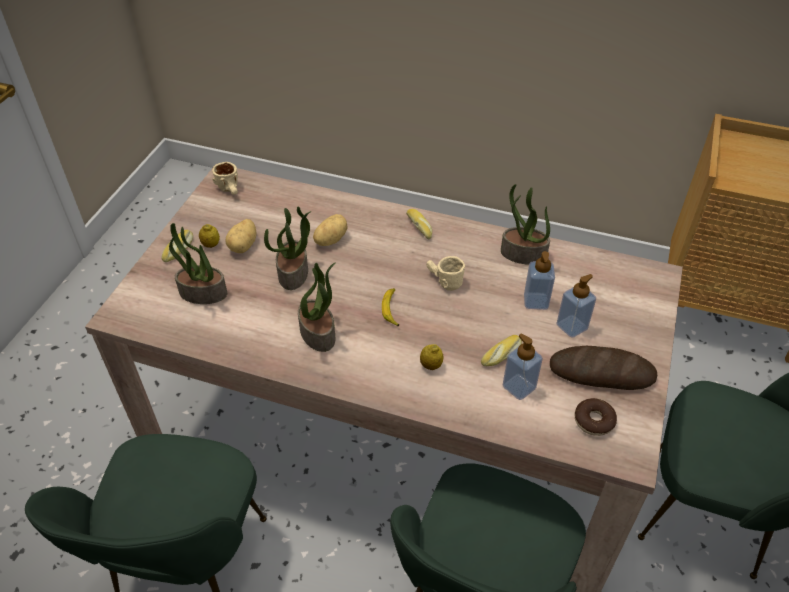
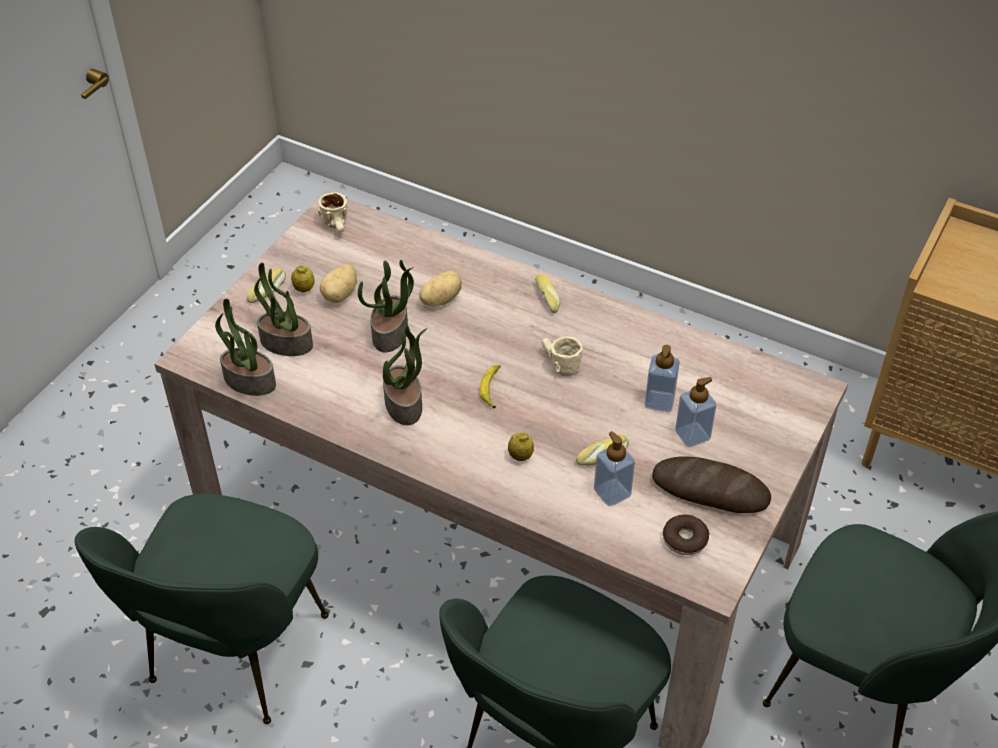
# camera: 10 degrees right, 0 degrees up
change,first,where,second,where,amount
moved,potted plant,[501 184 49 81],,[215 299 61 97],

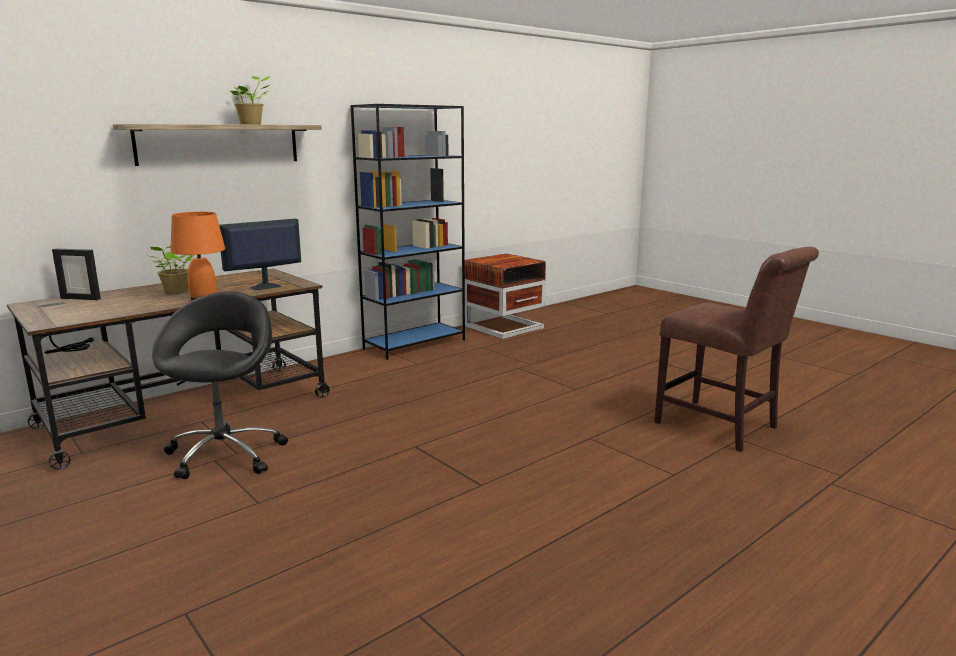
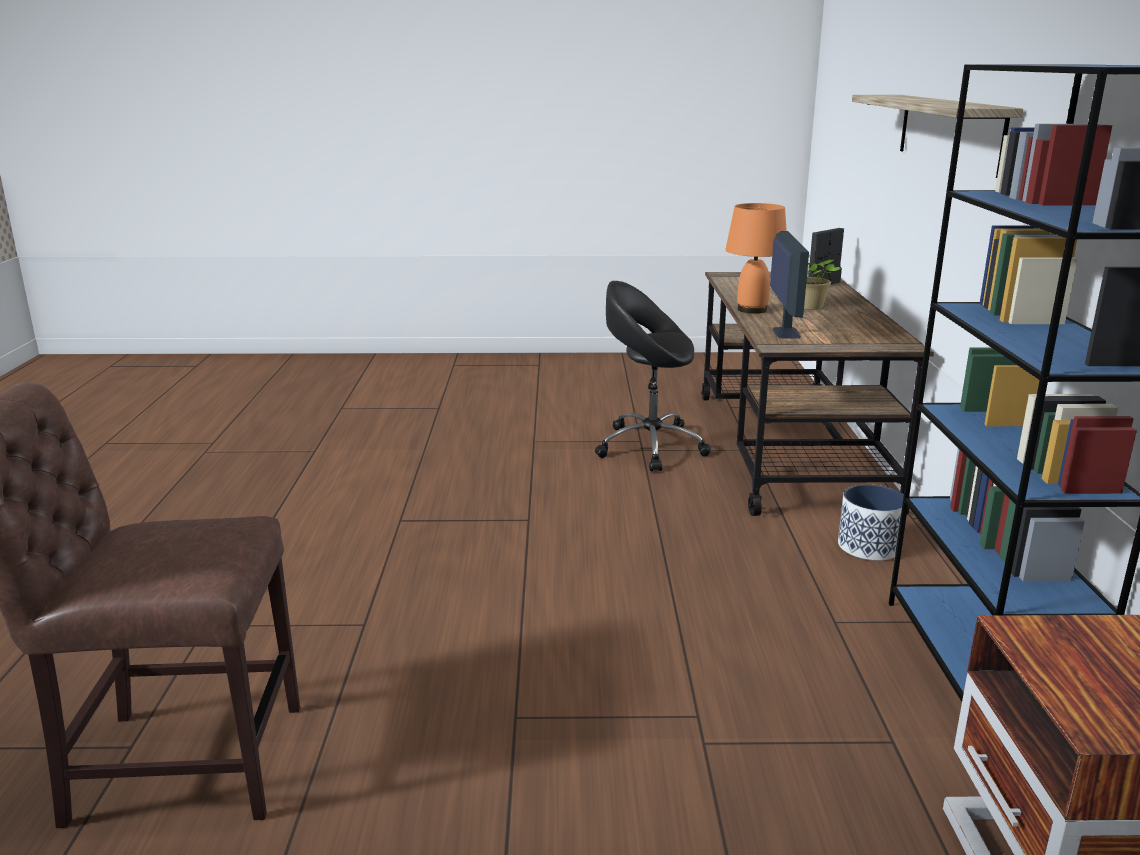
# camera: 130 degrees right, 5 degrees up
change,first,where,second,where,amount
removed,potted plant,[230 76 40 49],,,
turned,office chair (black),[152 291 136 188],,[595 281 116 190],135 degrees clockwise
added,,,planter,[838 484 66 77],

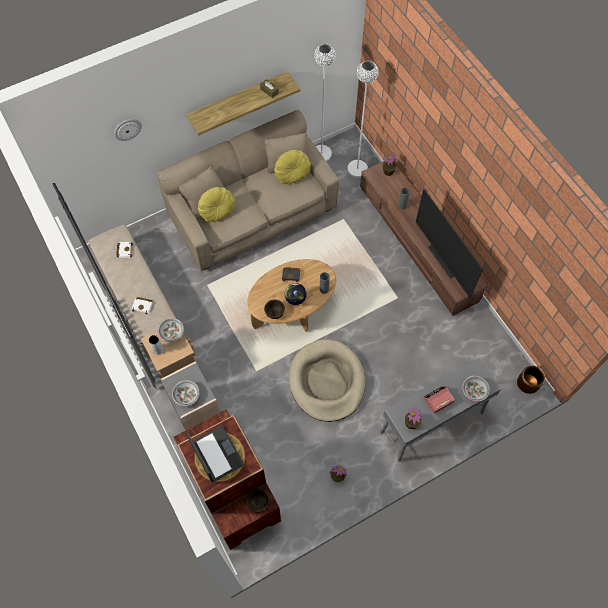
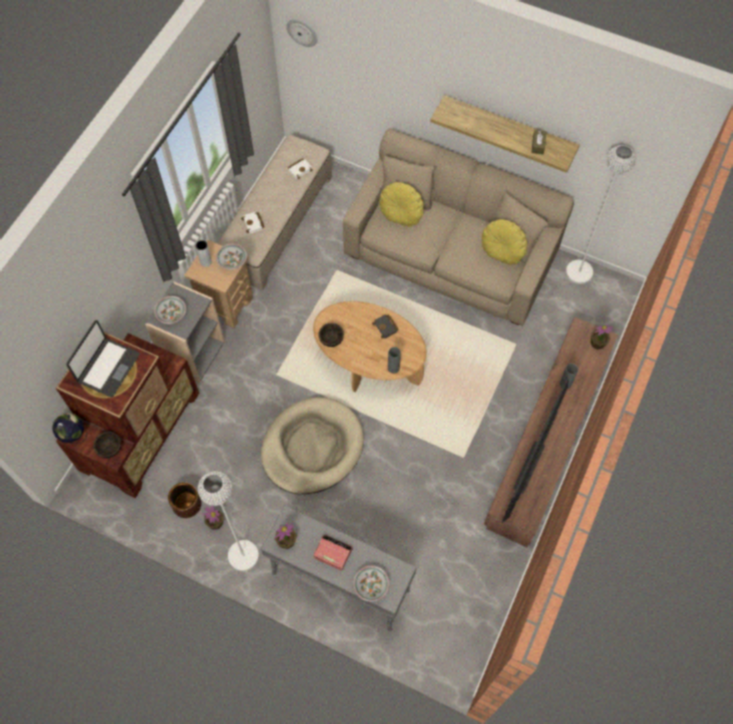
# camera: 55 degrees right, 0 degrees up
change,first,where,second,where,amount
moved,floor lamp (white),[347 61 32 117],,[198 471 61 100],
moved,wall clock,[114 119 28 22],,[286 19 31 28],
moved,globe,[285 283 22 24],,[52 413 35 31],
moved,planter (brown),[517 366 28 28],,[168 482 33 36],

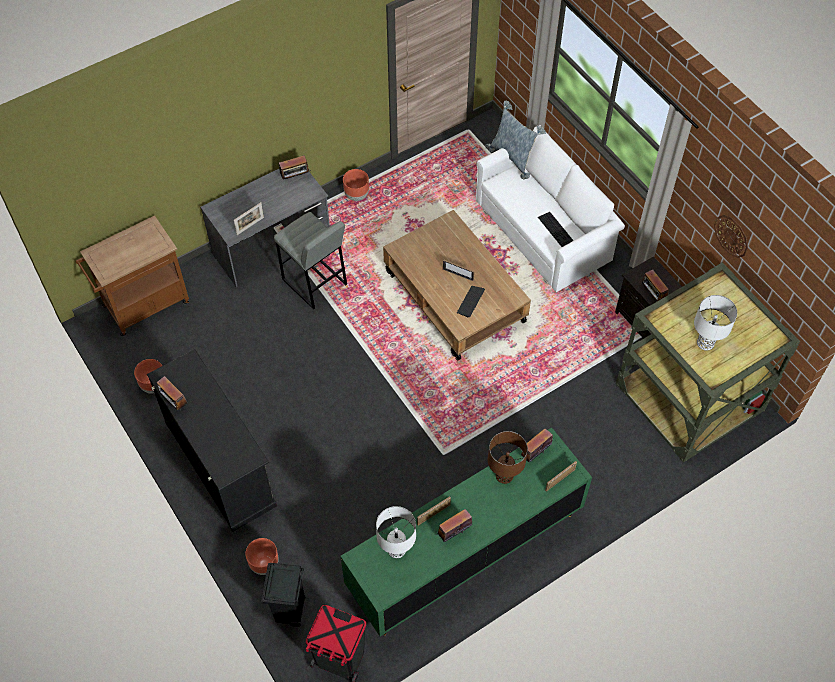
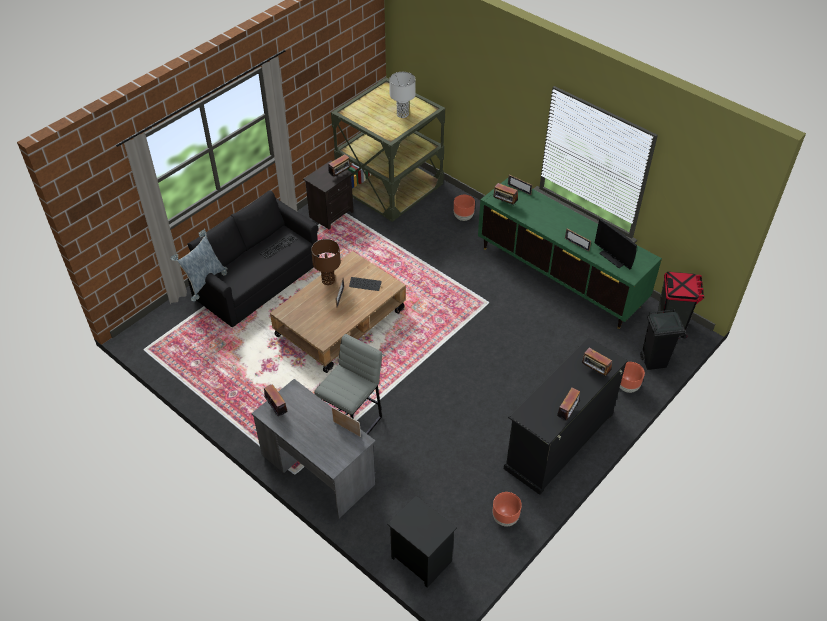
# camera: 105 degrees left, 10 degrees down
change,first,where,second,where,amount
recoloured,sofa (white),[476 125 149 167],sofa (black),[187 190 132 138],
moved,planter (brown),[343 169 26 32],,[454 195 21 26],
removed,wall clock,[714 215 34 43],,,
replaced,cart (brown),[75 216 114 121],nightstand (black),[387 496 70 92],
moved,table lamp (brown),[488 431 40 53],,[311 239 30 46],
replaced,table lamp (white),[376 506 40 52],monitor,[595 219 42 50],
moved,radio,[436 509 36 33],,[582 348 30 29],

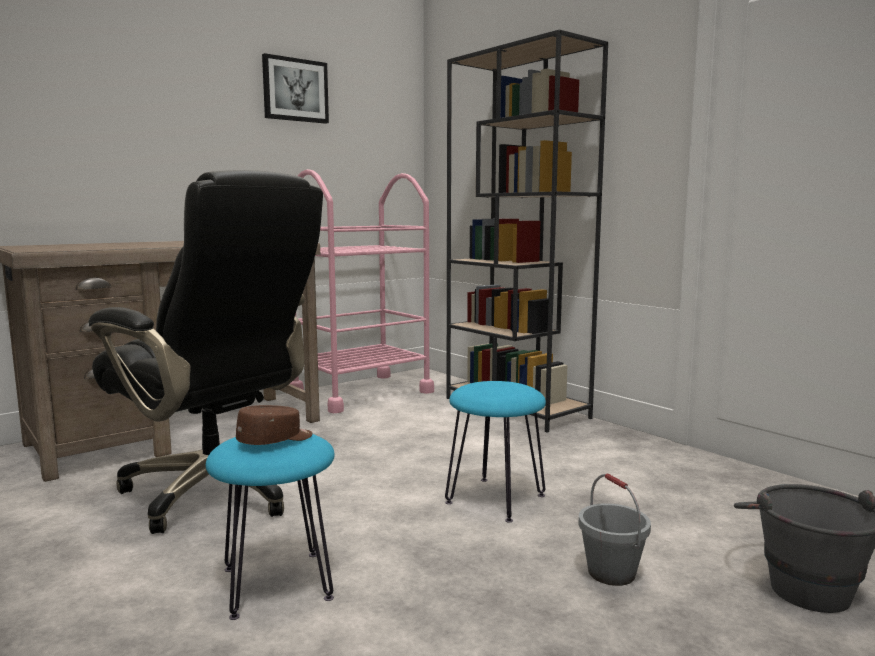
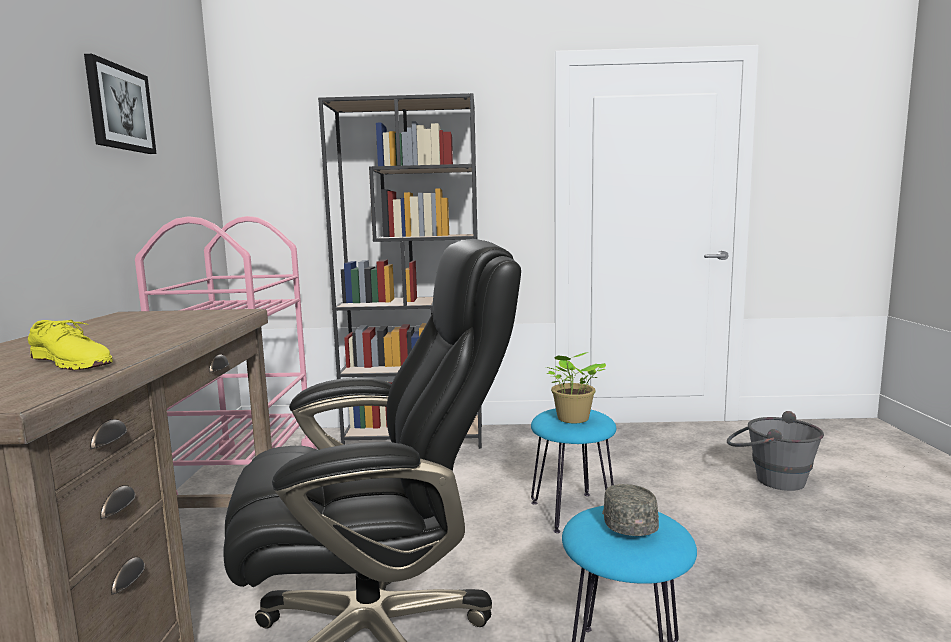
# camera: 50 degrees left, 0 degrees up
change,first,where,second,where,amount
recoloured,cap (brown),[236 405 76 40],cap (grey),[602 484 57 52],
removed,bucket (grey),[578 473 73 113],,,
added,,,shoe (yellow),[28 320 85 50],
added,,,potted plant,[546 352 60 72],

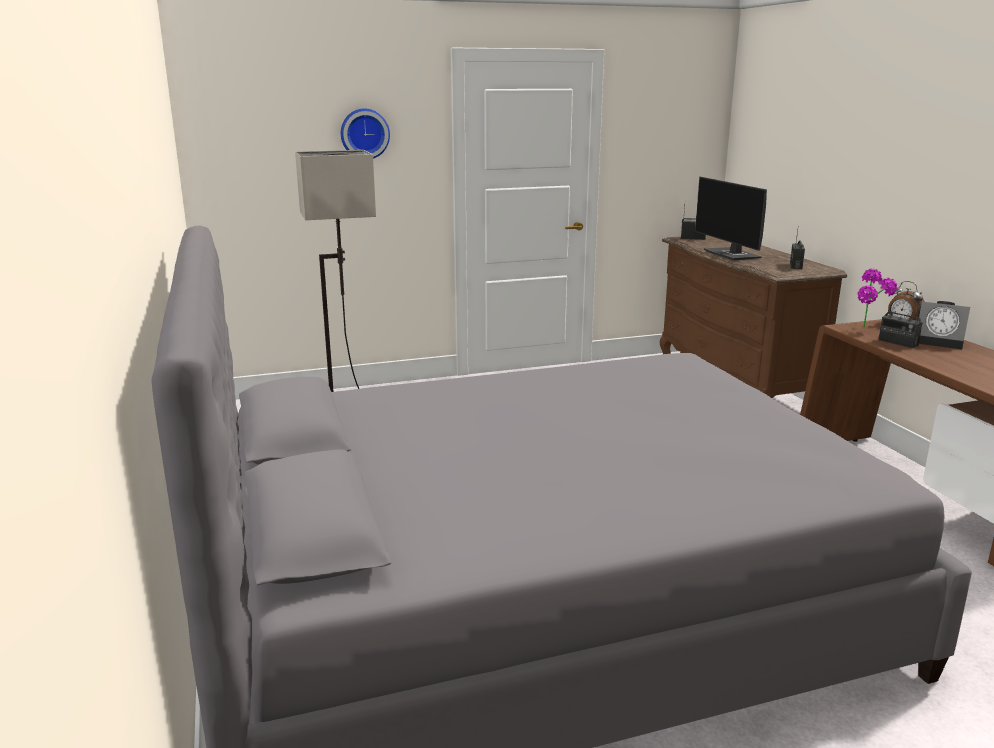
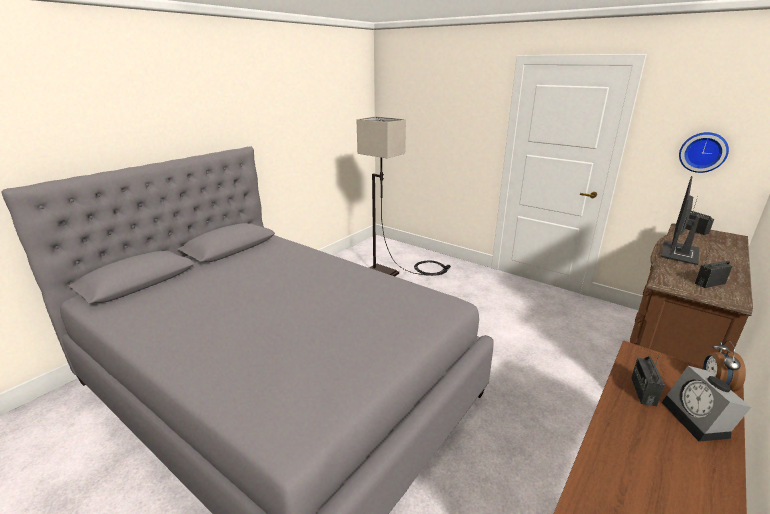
# camera: 55 degrees right, 5 degrees up
change,first,where,second,where,amount
moved,wall clock,[341 108 49 51],,[679 132 50 41],
removed,potted plant,[857 269 40 58],,,

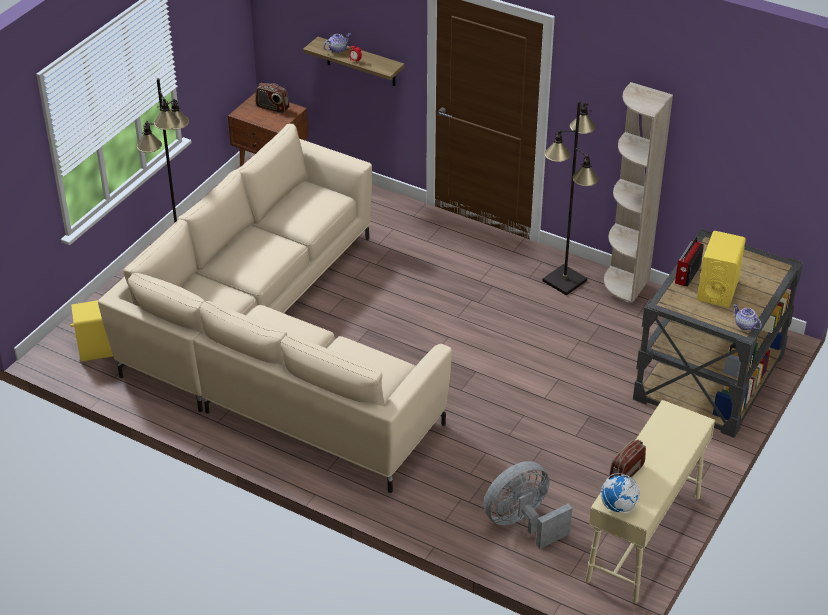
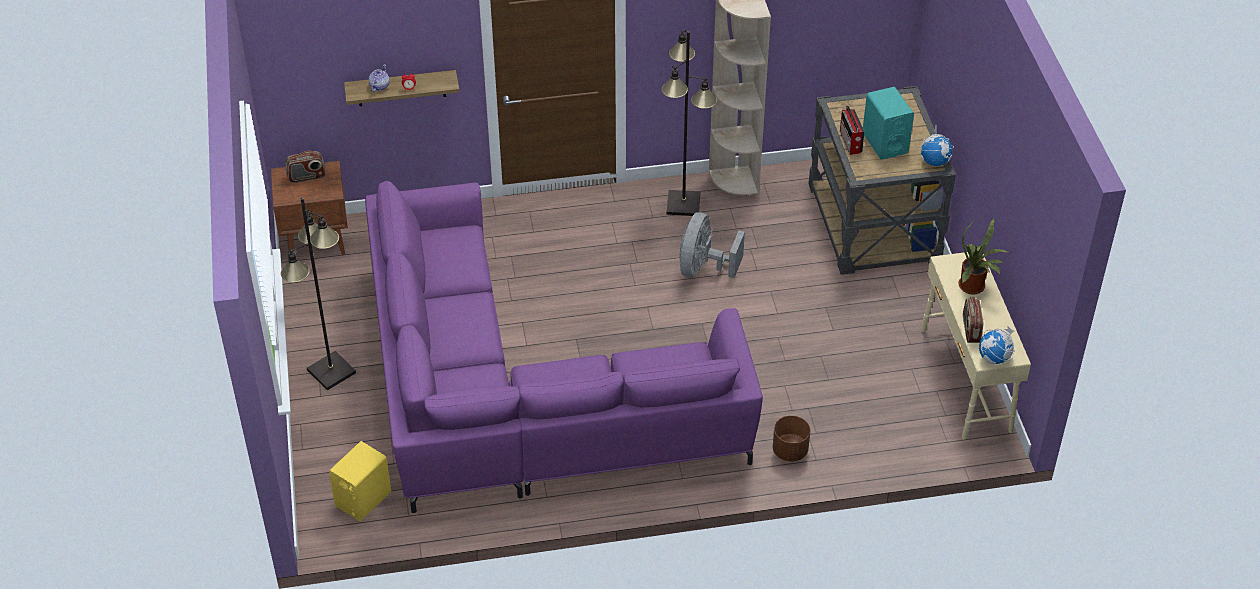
# camera: 40 degrees left, 5 degrees up
change,first,where,second,where,amount
recoloured,sofa (beige),[98 124 354 369],sofa (purple),[365 181 398 332],
recoloured,speaker (yellow),[697 231 49 76],speaker (turquoise),[863 87 51 73],
replaced,teapot,[733 304 29 26],globe,[919 125 35 41],
moved,fan (grey),[483 461 90 88],,[679 212 66 66],
added,,,potted plant,[958 218 50 77],
added,,,planter (brown),[773 415 37 47],

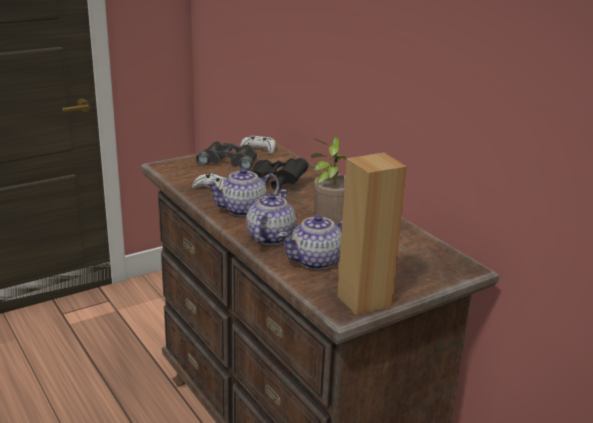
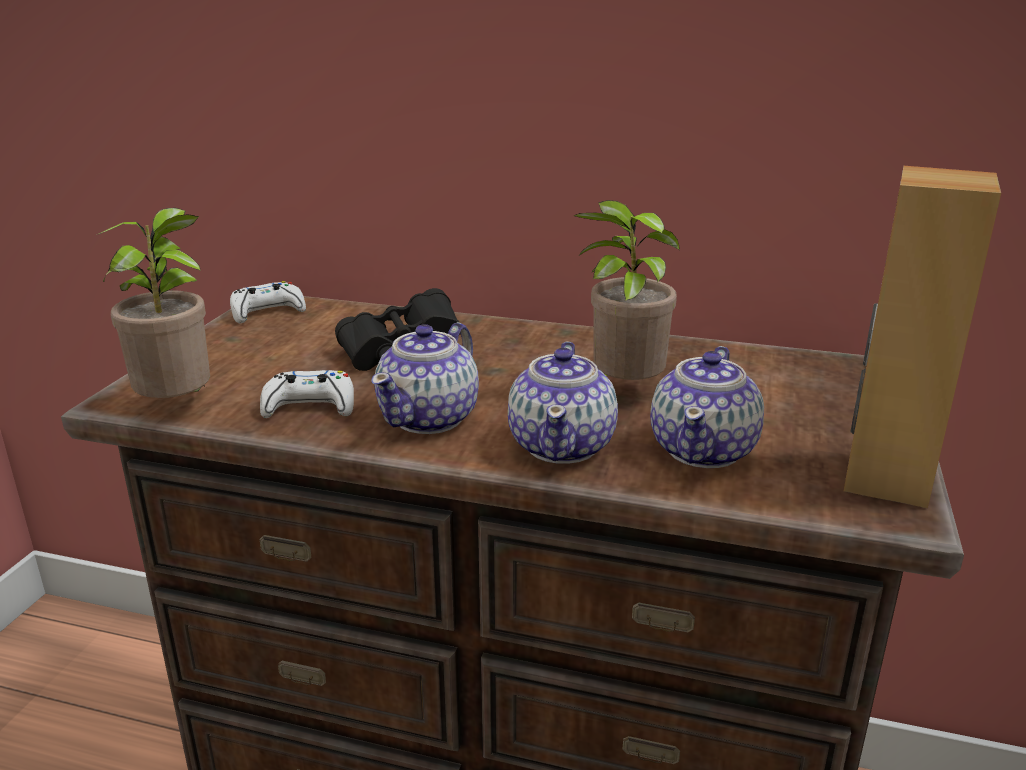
# camera: 40 degrees left, 0 degrees up
change,first,where,second,where,amount
removed,binoculars (black),[196 141 61 30],,,
turned,teapot,[246 189 50 56],,[508 341 110 123],150 degrees counterclockwise
added,,,potted plant,[96 208 114 190],

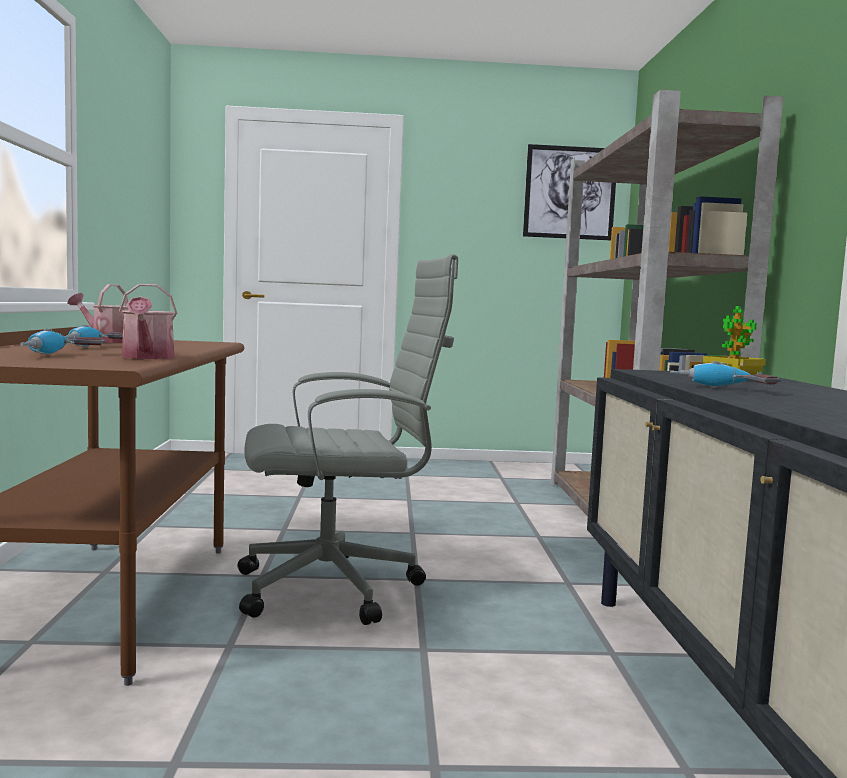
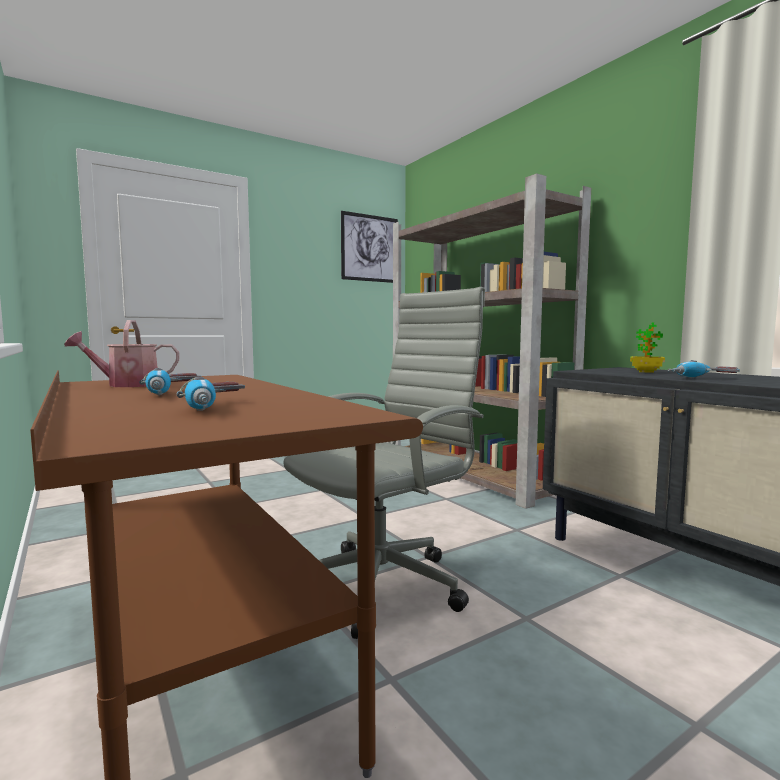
# camera: 30 degrees left, 0 degrees up
change,first,where,second,where,amount
removed,watering can,[119 284 58 75],,,

